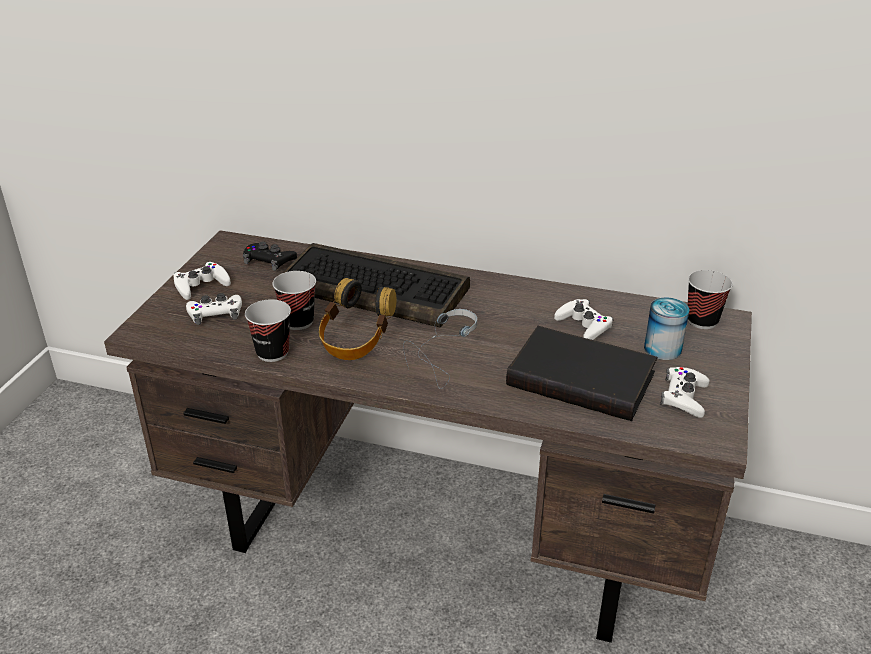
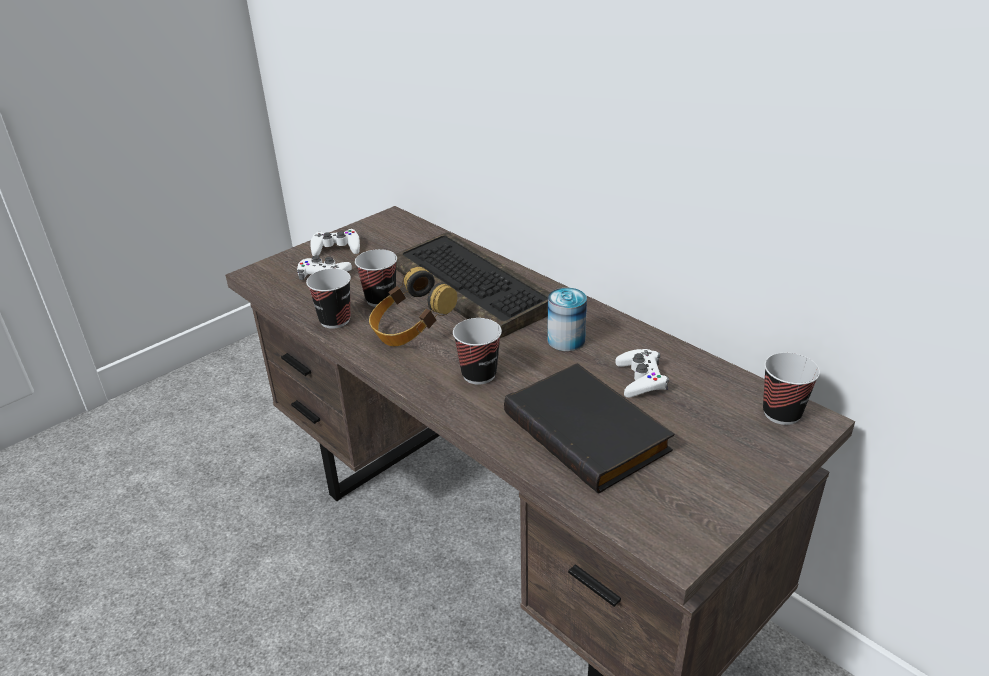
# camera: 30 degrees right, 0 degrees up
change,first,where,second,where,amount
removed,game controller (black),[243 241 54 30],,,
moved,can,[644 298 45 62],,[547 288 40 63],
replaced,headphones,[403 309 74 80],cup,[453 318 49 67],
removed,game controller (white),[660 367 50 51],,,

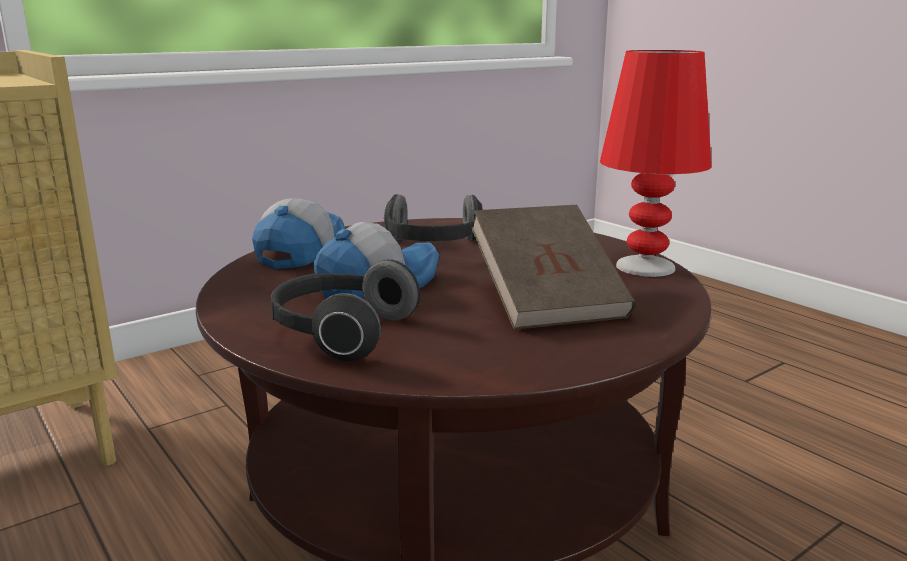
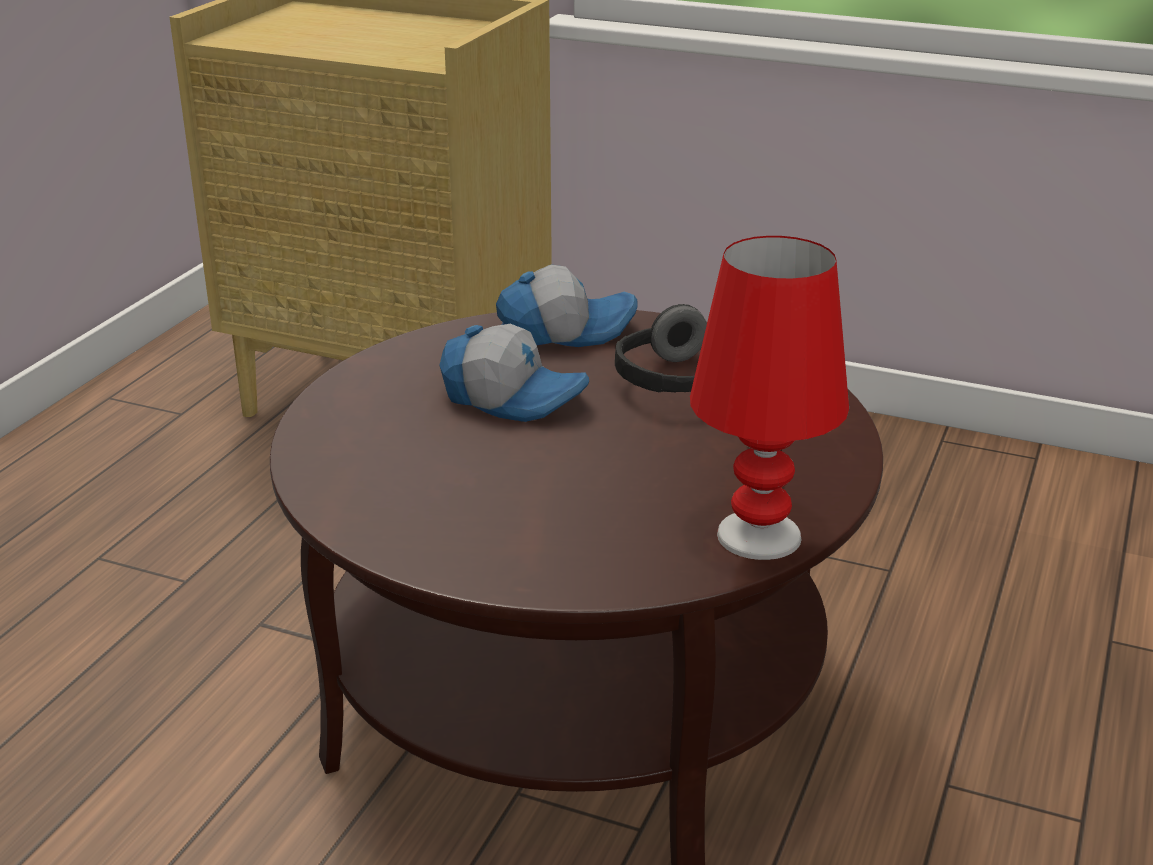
# camera: 60 degrees right, 10 degrees up
change,first,where,second,where,amount
removed,book (brown),[471 205 164 125],,,
removed,headphones,[271 259 149 102],,,

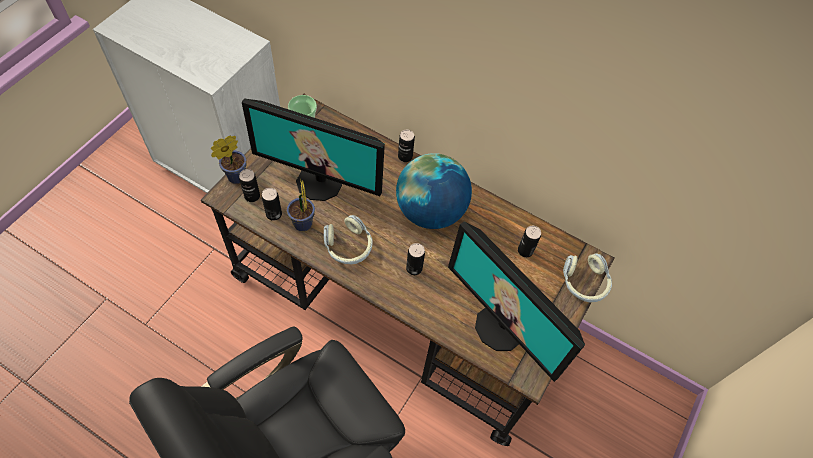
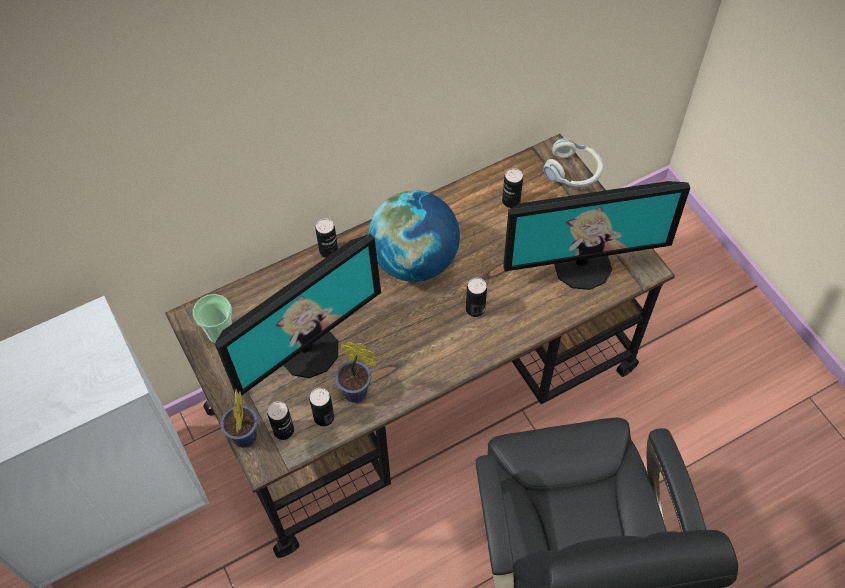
# camera: 55 degrees left, 0 degrees up
change,first,where,second,where,amount
removed,headphones,[324 215 49 49],,,

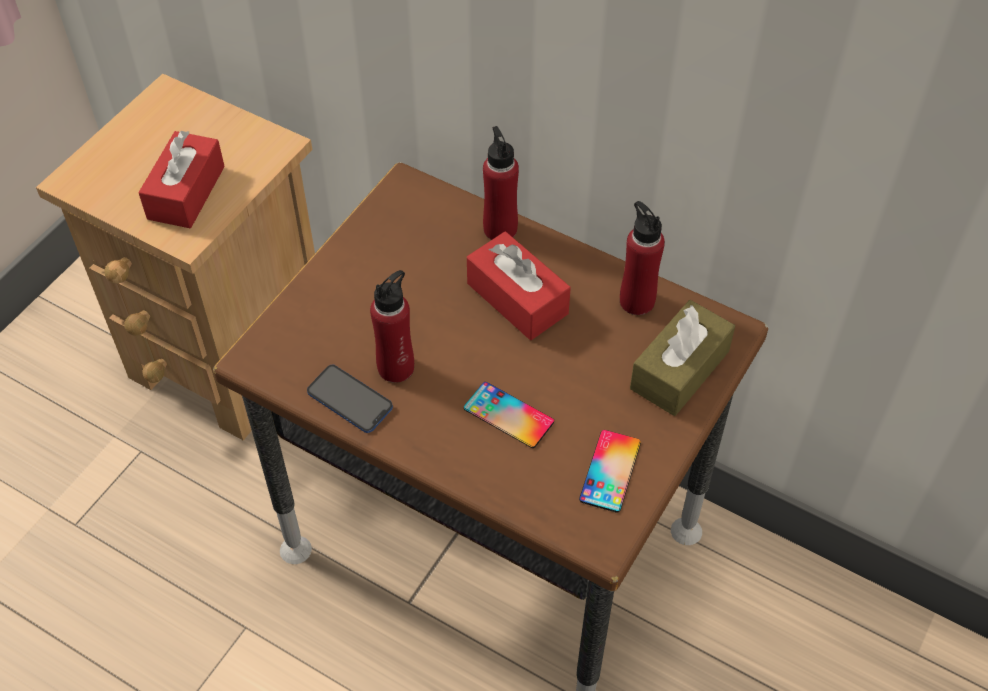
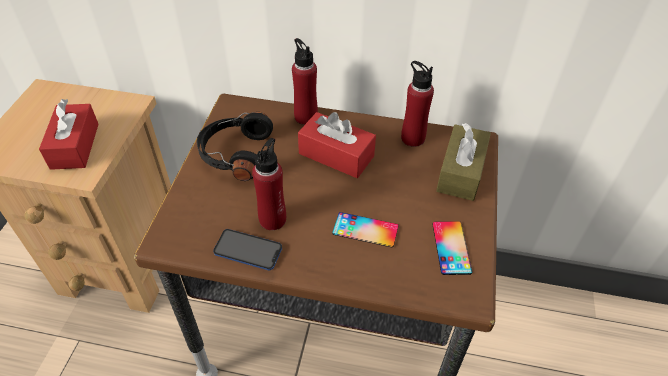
# camera: 20 degrees left, 5 degrees down
change,first,where,second,where,amount
added,,,headphones (black),[197 112 76 69],

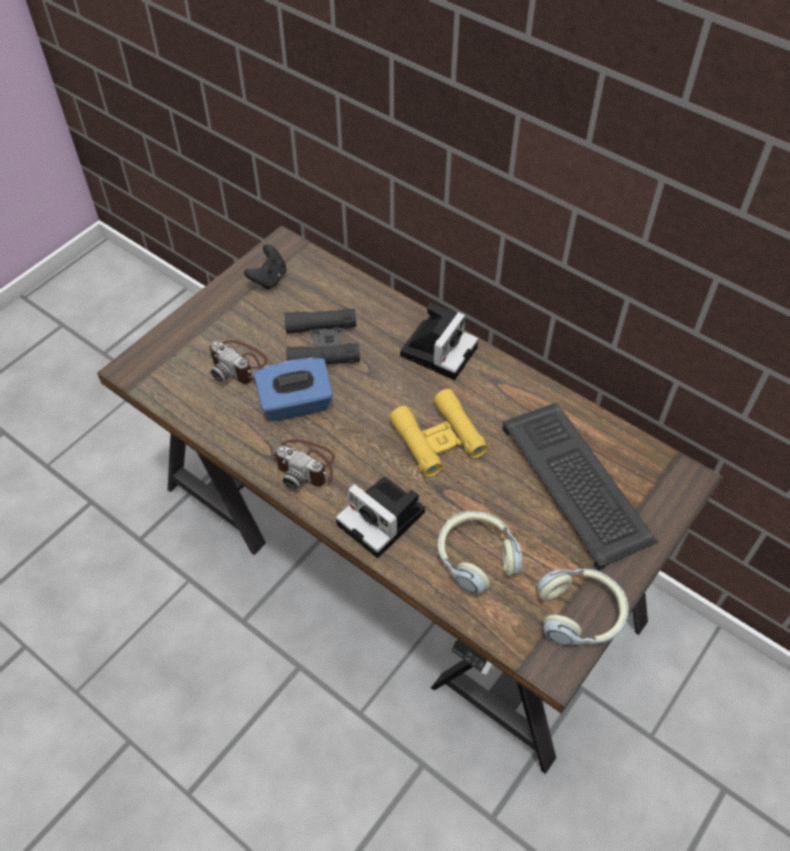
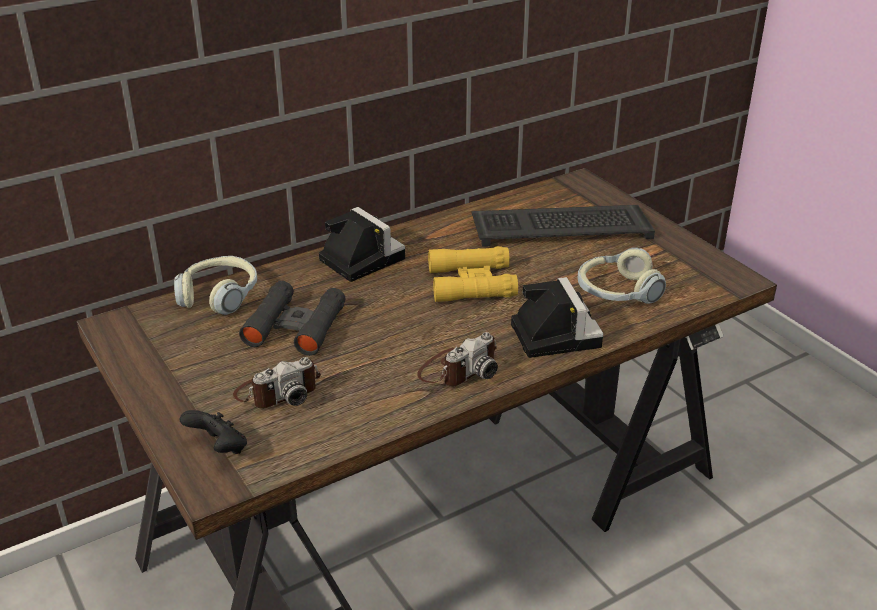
# camera: 70 degrees left, 20 degrees down
change,first,where,second,where,amount
moved,game controller (black),[244 244 43 46],,[180 410 67 44],
removed,tissue box (blue),[254 358 79 63],,,
turned,photo camera,[336 477 89 81],,[511 277 92 81],75 degrees counterclockwise
moved,headphones,[537 569 92 76],,[174 256 83 59],

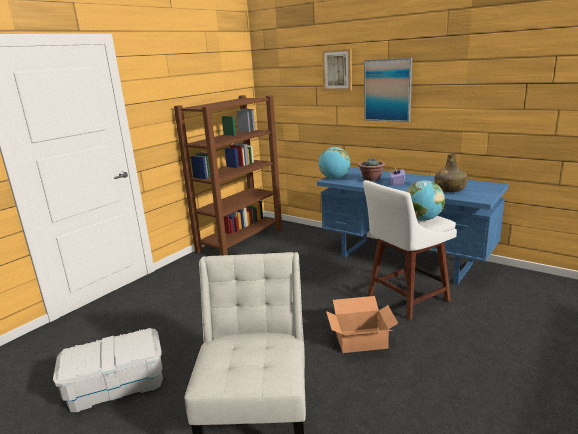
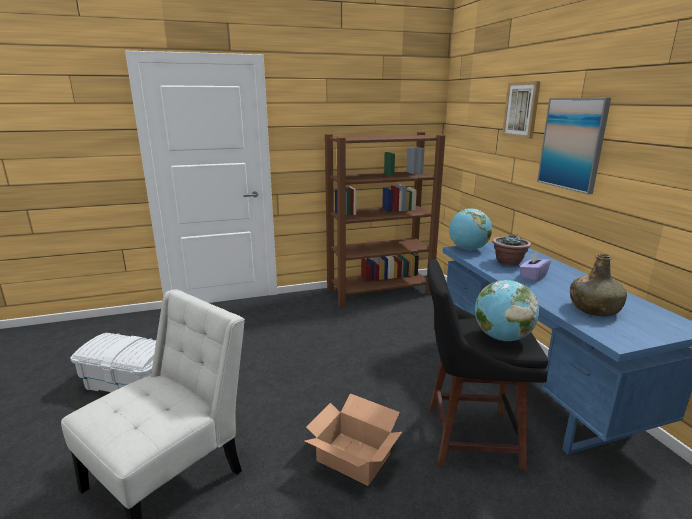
# camera: 35 degrees right, 0 degrees up
change,first,where,second,where,amount
recoloured,stool (white),[363 180 94 140],stool (black),[427 259 121 213],

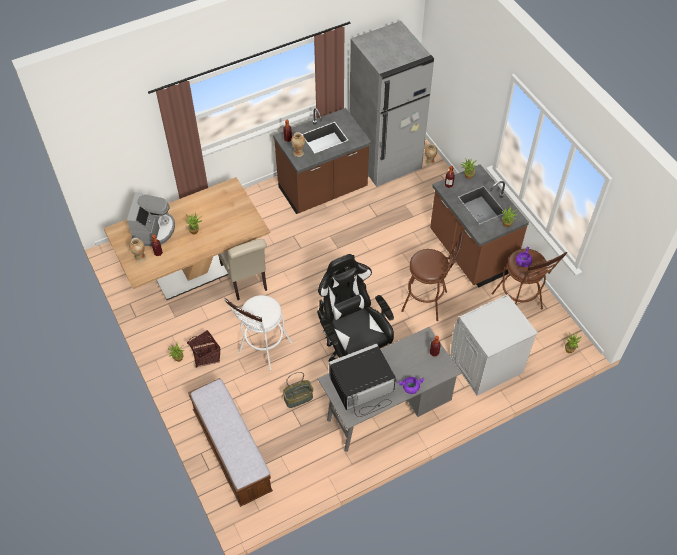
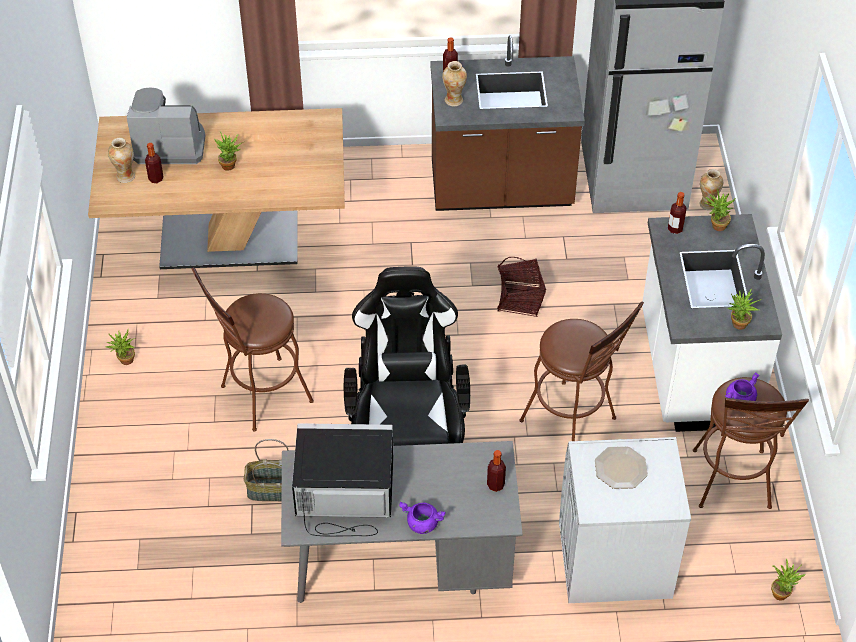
# camera: 25 degrees right, 5 degrees down
change,first,where,second,where,amount
recoloured,counter (brown),[430 164 99 123],counter (white),[642 214 140 218],
turned,coffee machine,[127 192 48 54],,[127 87 79 77],120 degrees counterclockwise
removed,chair (beige),[218 239 49 61],,,
recoloured,stool (white),[224 295 68 76],stool (brown),[191 267 123 165],
moved,basket,[187 330 33 38],,[497 257 49 60],
removed,bench,[188 378 85 129],,,
added,,,plate,[595 446 53 43],

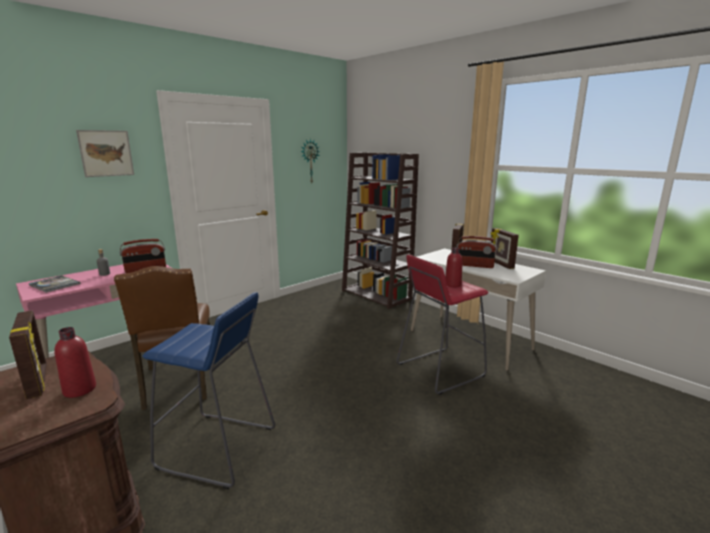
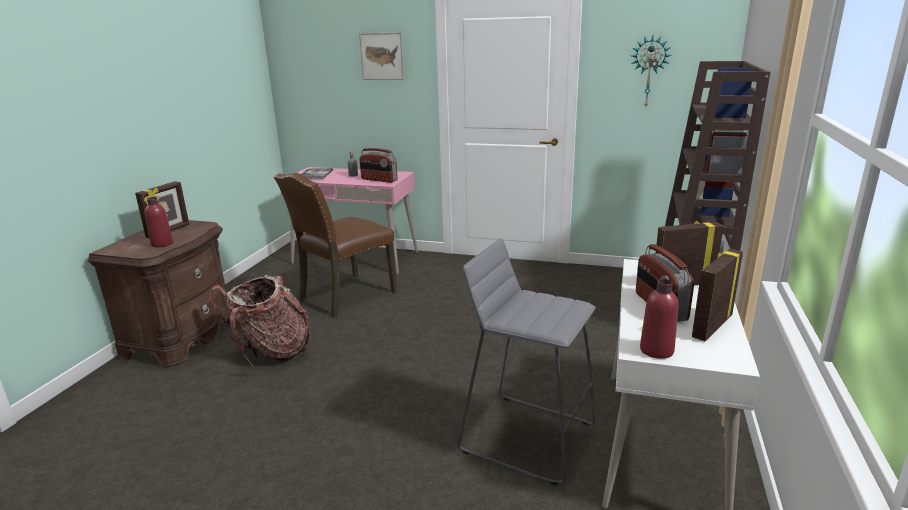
# camera: 60 degrees right, 5 degrees up
change,first,where,second,where,amount
moved,bottle (red),[445 247 18 40],,[640 279 38 80],
recoloured,stool (red),[396 255 93 140],stool (grey),[458 238 138 248],
replaced,stool (blue),[142 292 133 197],backpack,[209 275 101 90],

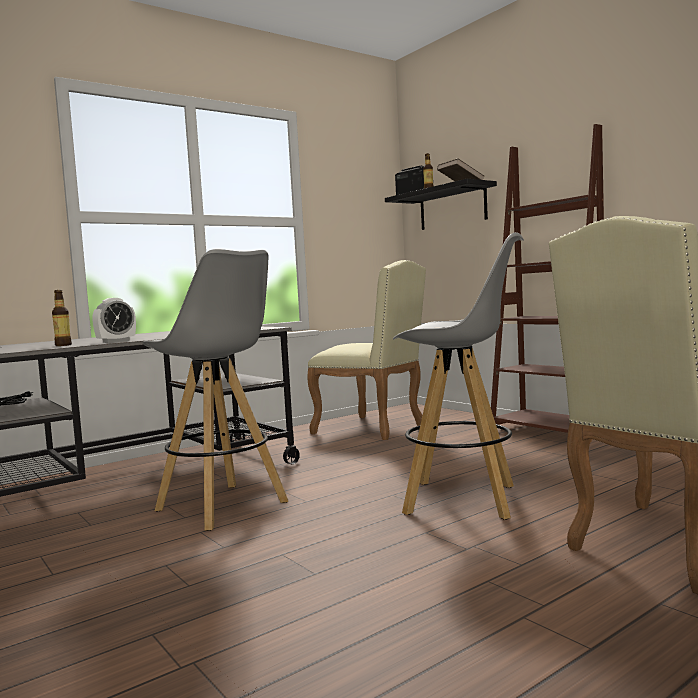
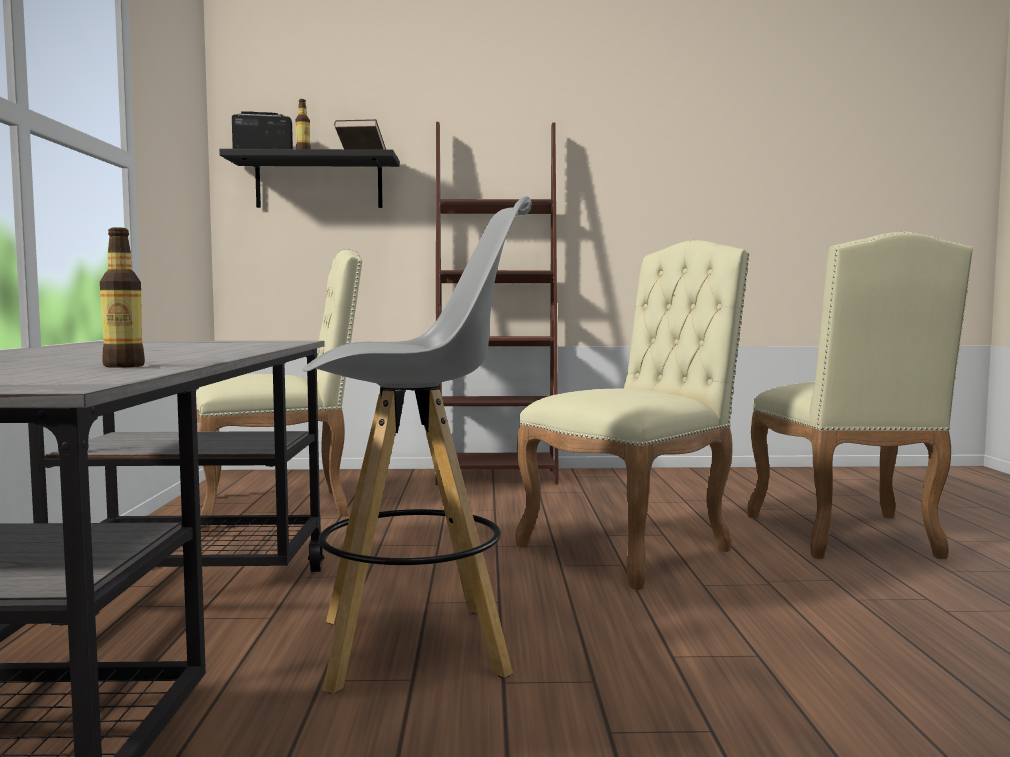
# camera: 55 degrees left, 0 degrees up
change,first,where,second,where,amount
replaced,stool (grey),[393 232 131 288],chair (beige),[515 240 234 350],
removed,alarm clock,[92 298 44 45],,,

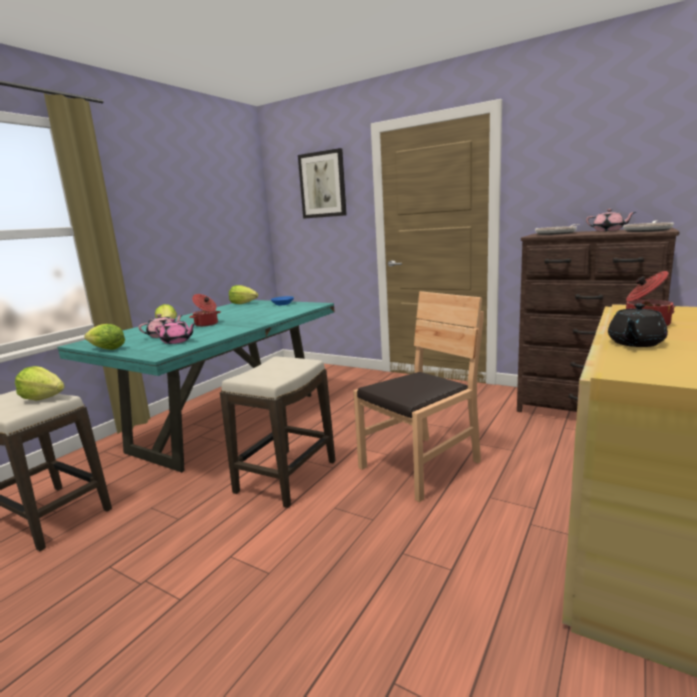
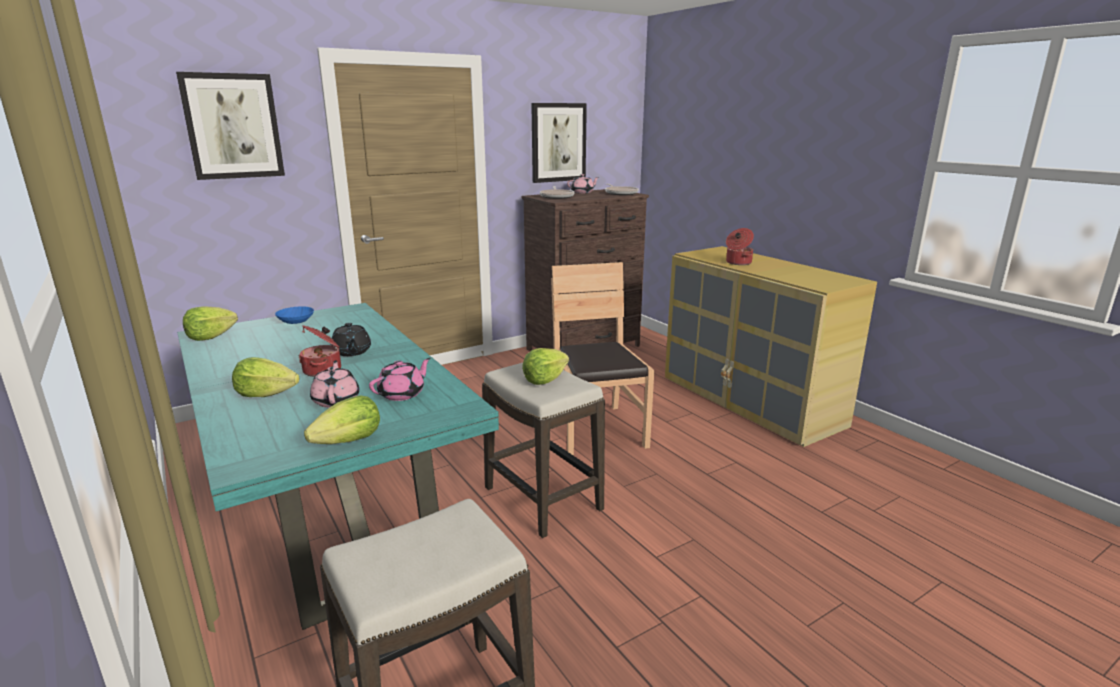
# camera: 65 degrees left, 5 degrees up
change,first,where,second,where,amount
moved,teapot (black),[608 304 60 43],,[330 323 41 33],
moved,lettuce,[15 366 50 34],,[522 348 47 37],
added,,,picture,[531 103 56 80],

